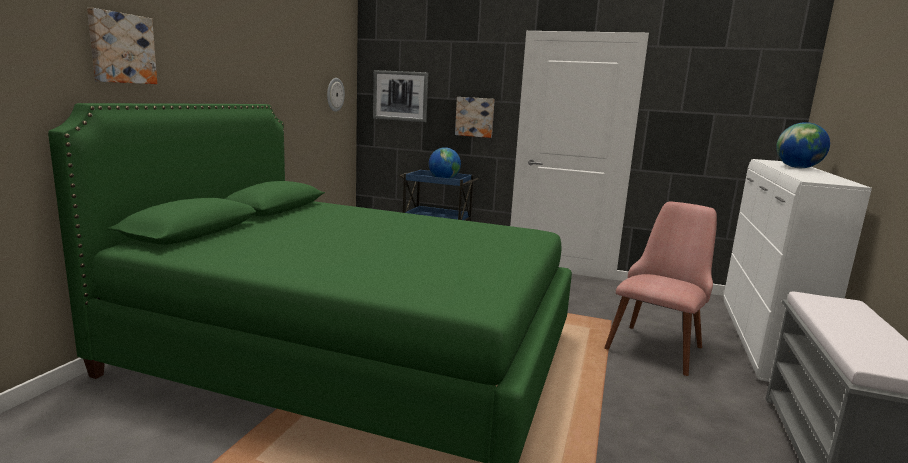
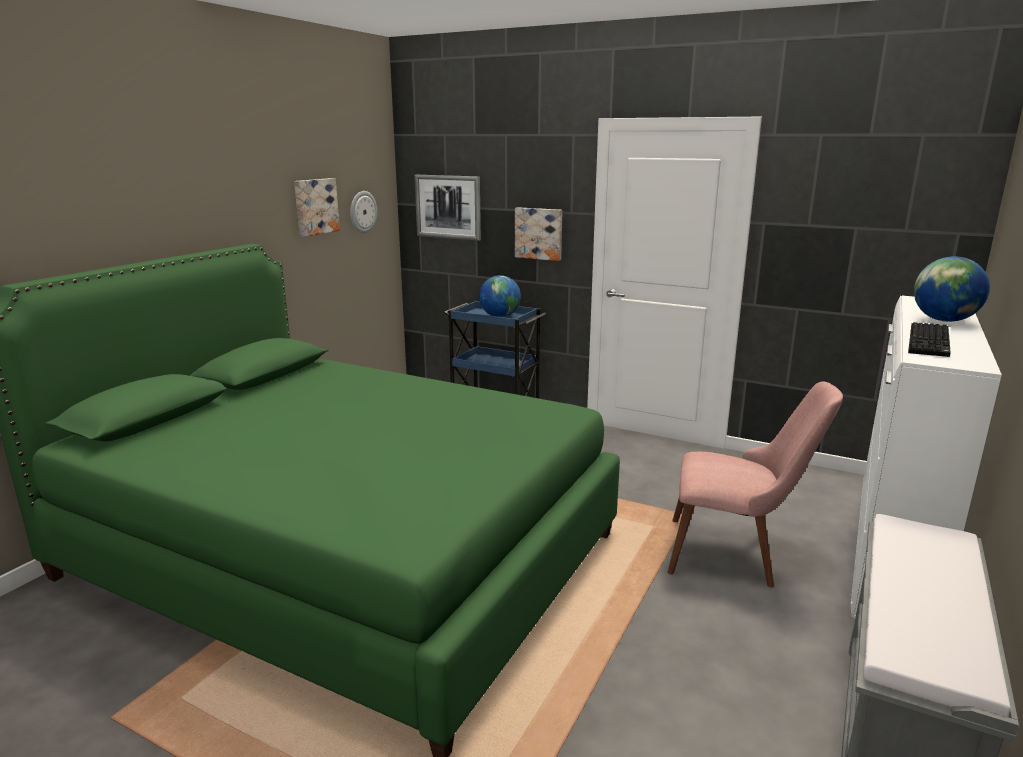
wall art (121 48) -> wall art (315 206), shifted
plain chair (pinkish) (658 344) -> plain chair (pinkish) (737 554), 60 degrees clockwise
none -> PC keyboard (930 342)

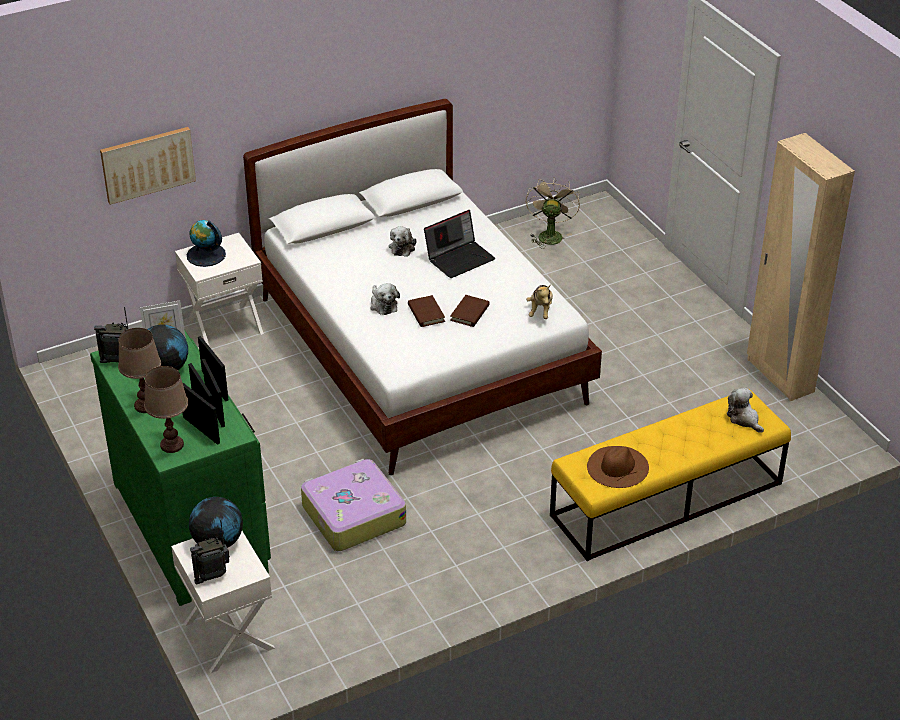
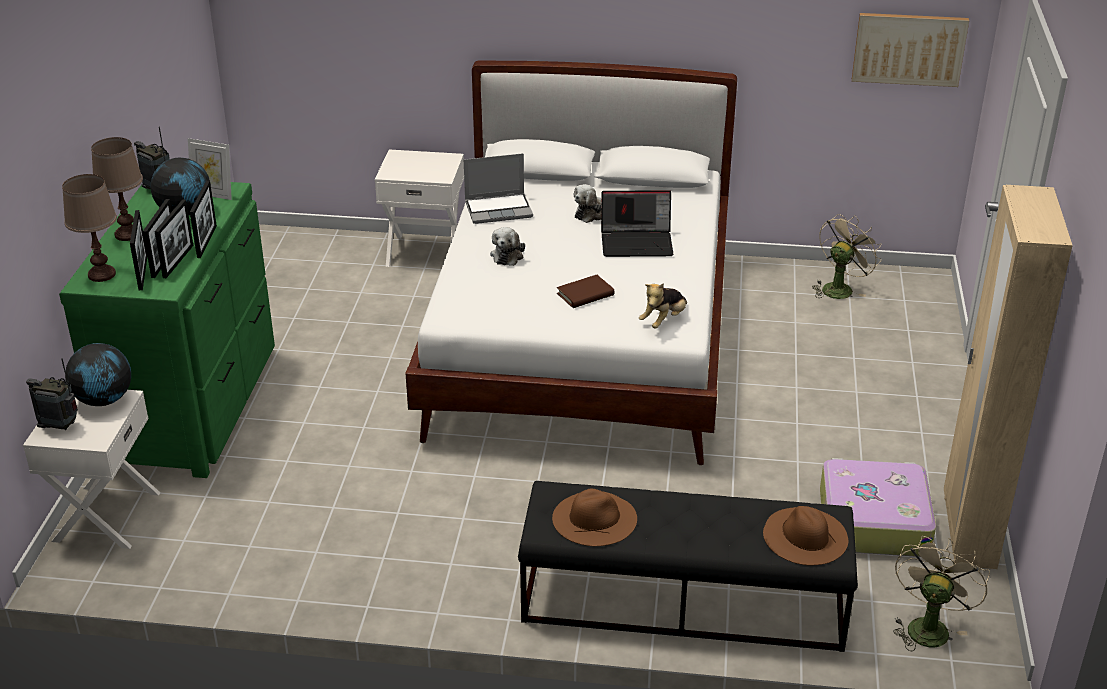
wall art (147 164) -> wall art (909 48), shifted
globe (206 255) -> none
travel case (352 515) -> travel case (872 521), shifted
bound book (brown) (426 313) -> none
long seat (yellowish) (666 500) -> long seat (black) (682 602)
cuddly toy (744 419) -> clothing hat (brown) (805 536)
none -> laptop (499 209)
none -> fan (sand-coloured) (928 626)

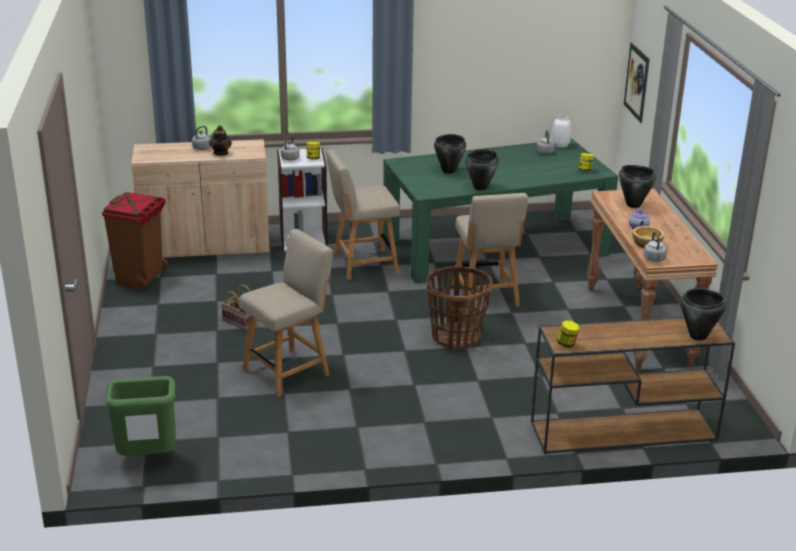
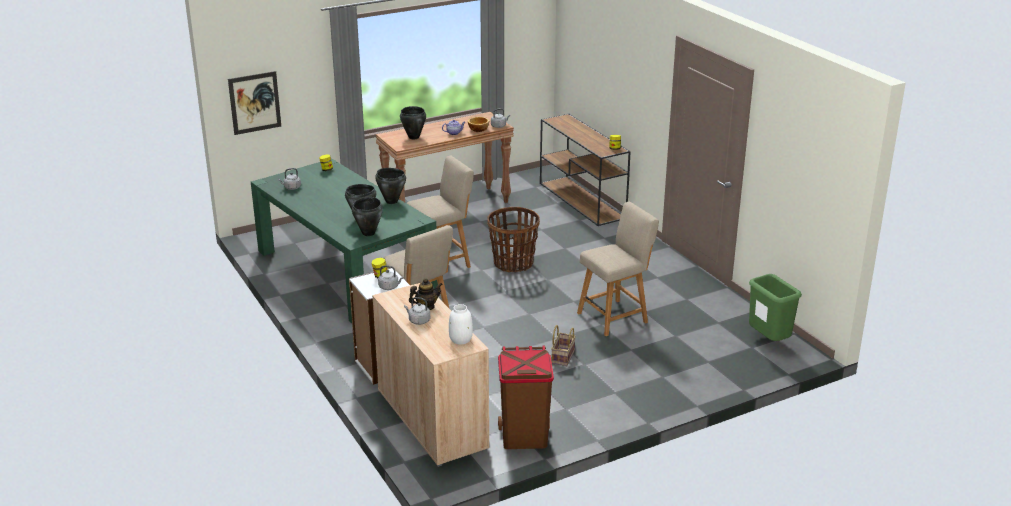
plain chair (sand-coloured) (289 371) -> plain chair (sand-coloured) (615 317), 120 degrees clockwise
decorative vase (whitish) (560 144) -> decorative vase (whitish) (460 339), shifted
stockpot (black) (698 336) -> stockpot (black) (369 233), shifted

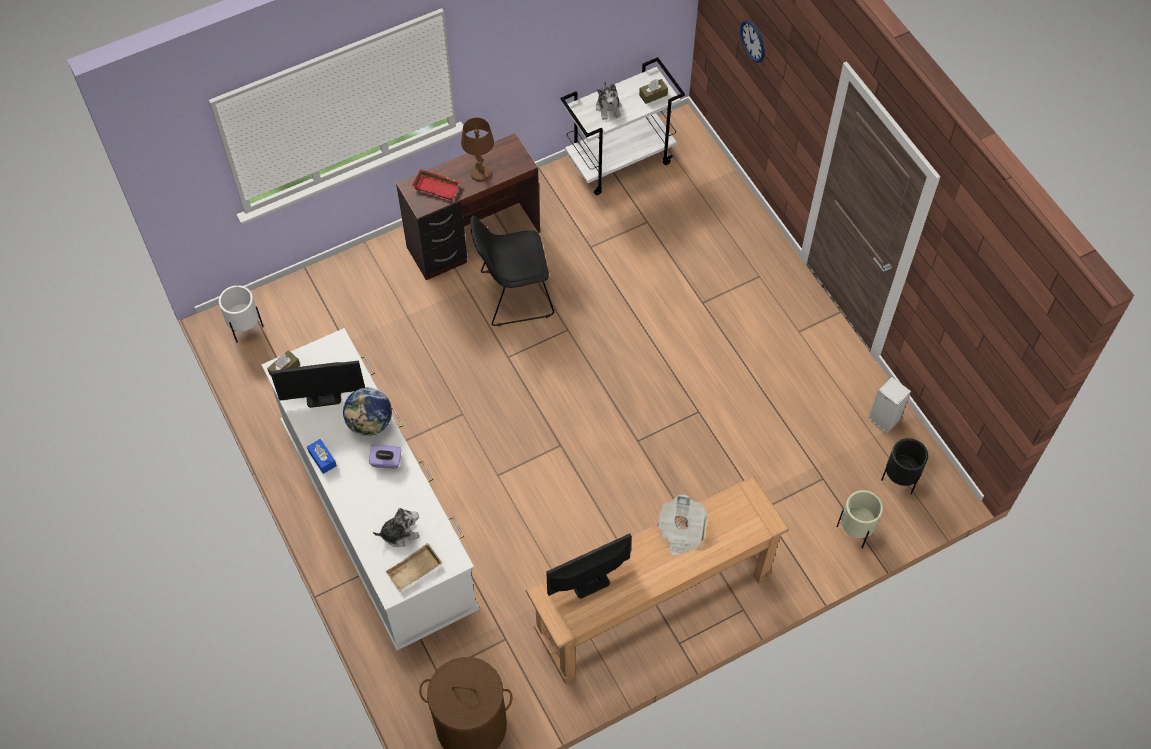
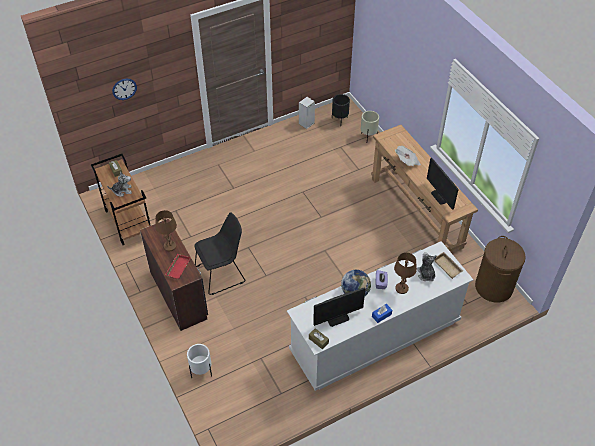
planter (whitish) (245 328) -> planter (whitish) (201 372), shifted
computer screen (323 396) -> computer screen (337 318), 75 degrees clockwise
plain chair (black) (513 295) -> plain chair (black) (222 273), 105 degrees counterclockwise
cart (whitish) (620 160) -> cart (brown) (128 222)
none -> tabletop lamp (brown) (401 288)

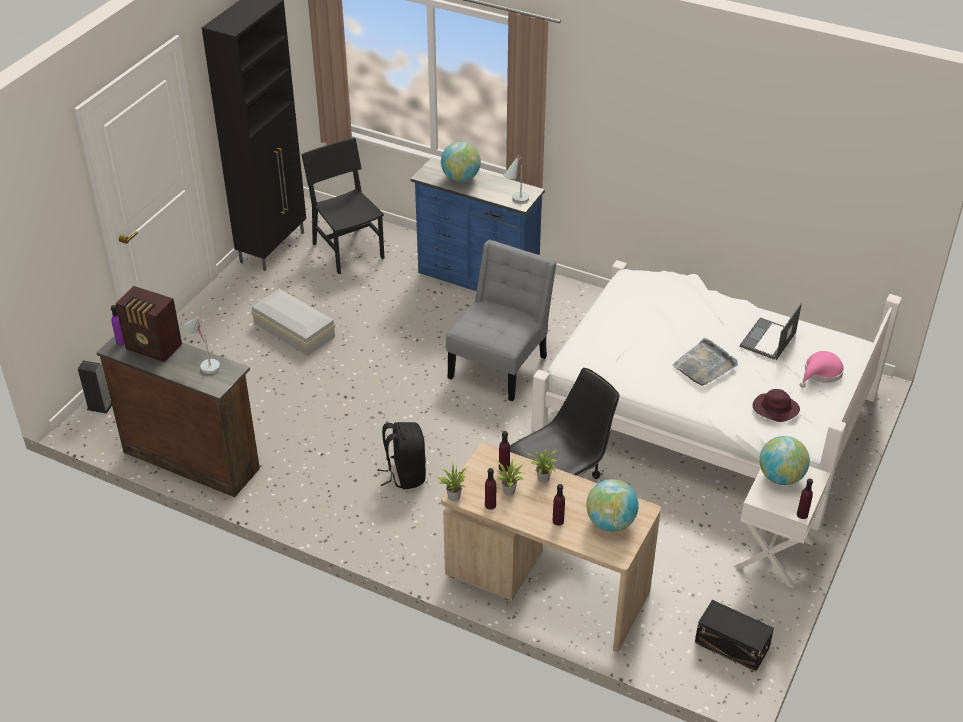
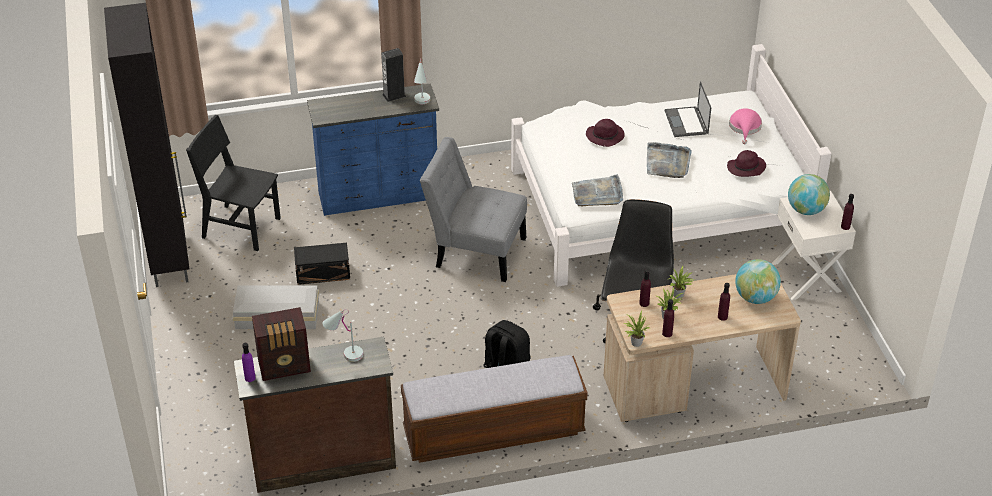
loudspeaker (100 406) -> loudspeaker (394 95), shifted
globe (460 178) -> none
plain chair (grey) (501 363) -> plain chair (grey) (475 251), 60 degrees counterclockwise
storage box (black) (731 644) -> storage box (black) (322 272), shifted
none -> long seat (493 431)
none -> serving tray (grey) (597 194)
none -> clothing hat (purple-coloured) (605 136)

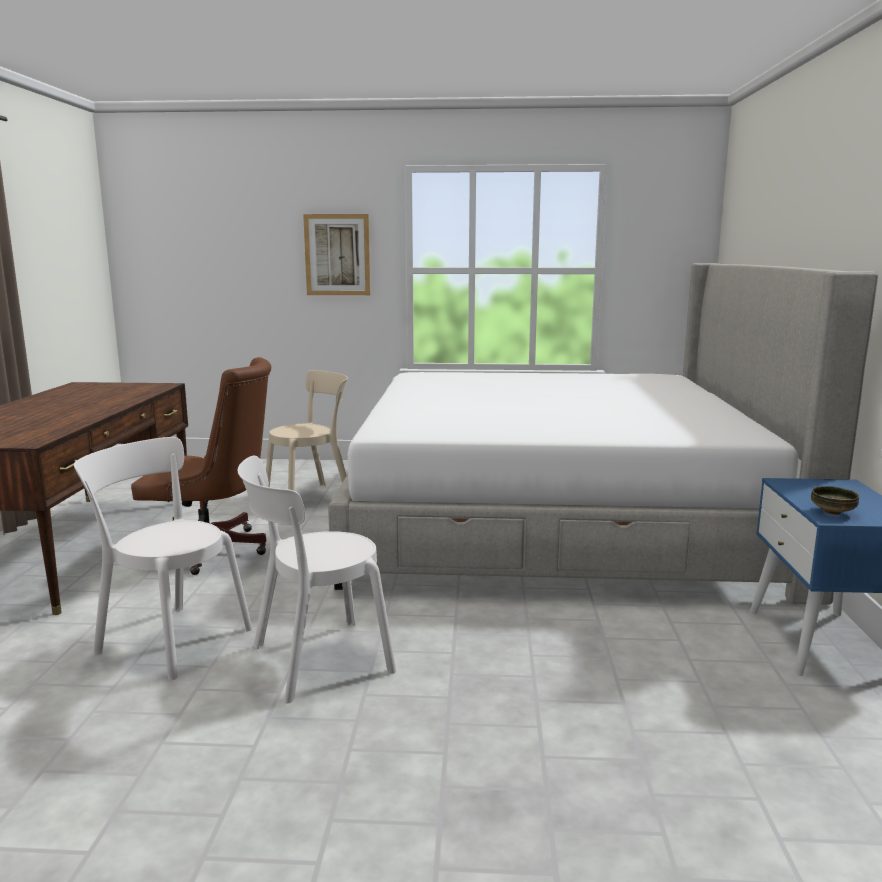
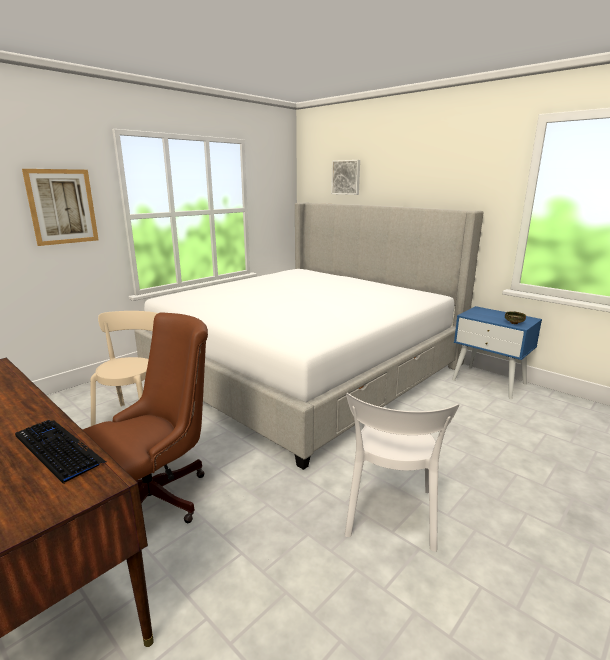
plain chair (whitish) (170 638) -> none
none -> PC keyboard (58 450)
none -> wall art (346 177)

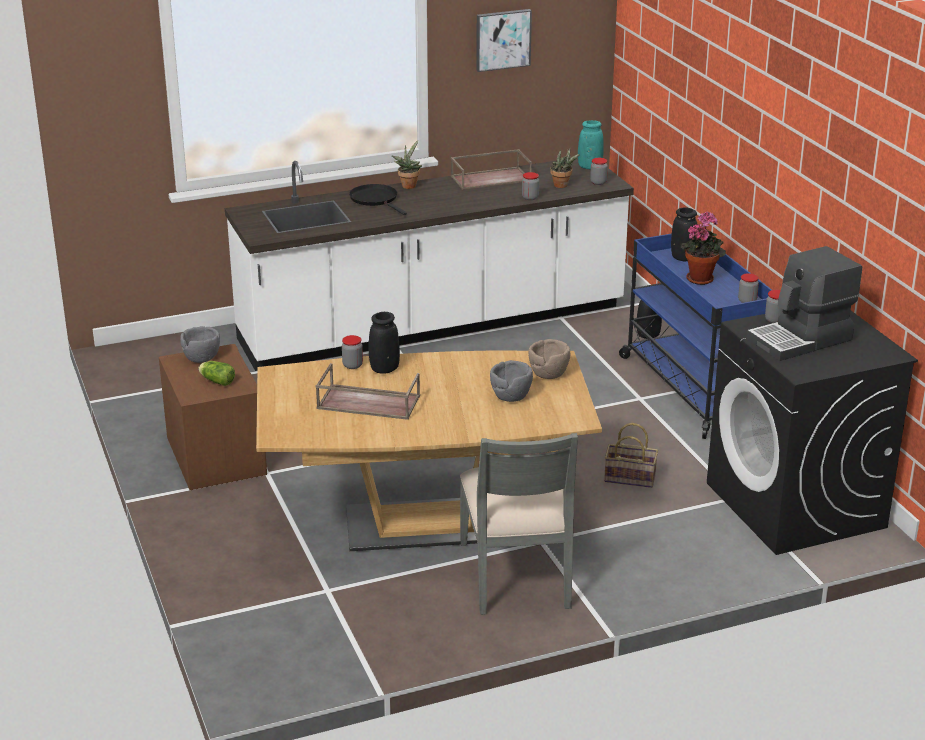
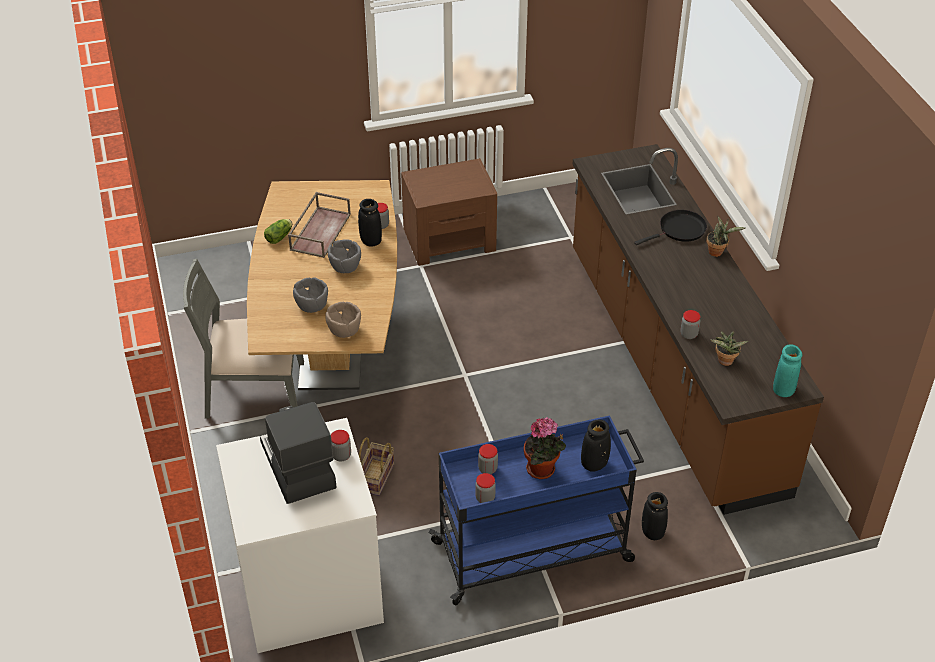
bowl (grey) (202 357) -> bowl (grey) (345 267), shifted
lettuce (216 381) -> lettuce (280 236), shifted
kitchen counter (whitish) (433 326) -> kitchen counter (brown) (671 368)
serving tray (brown) (491 178) -> none
wall art (502 39) -> none
storage jar (598 182) -> storage jar (487 469), shifted
laundry appliance (black) (796 506) -> laundry appliance (whitish) (308 590)

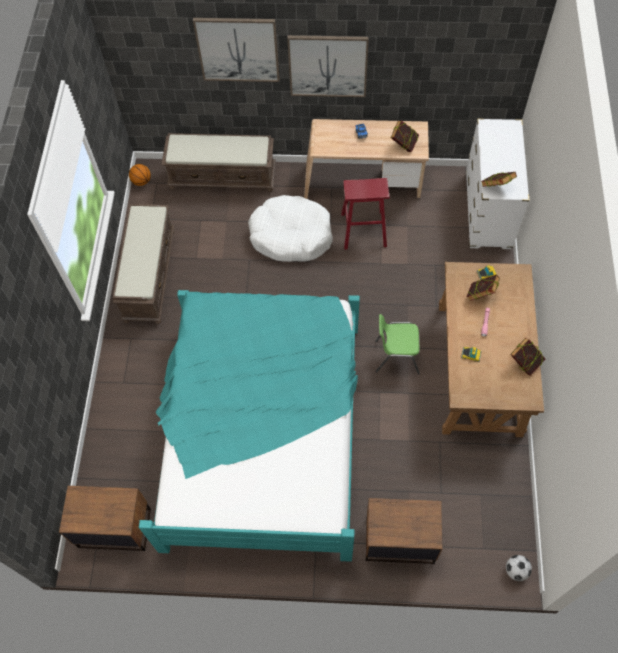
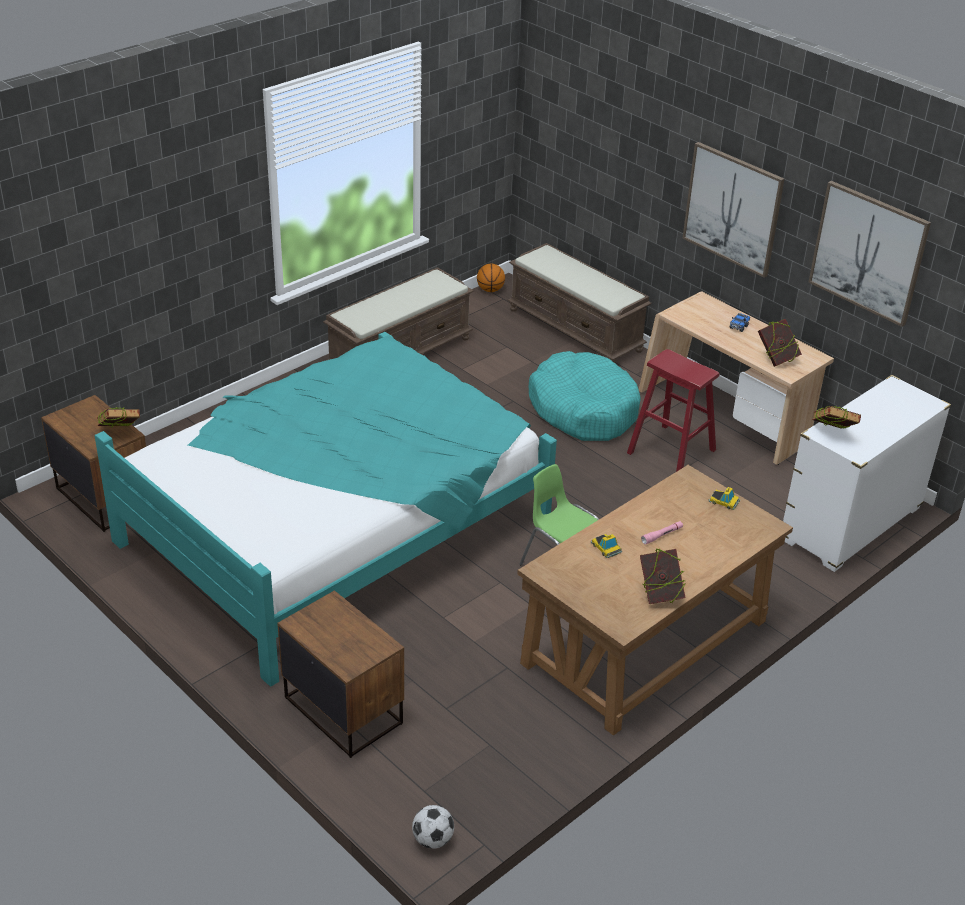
wall art (238 49) -> wall art (868 252), shifted
dog bed (whitish) (291 235) -> dog bed (blue-green) (583 409)
bound book (480 295) -> bound book (120 434), shifted

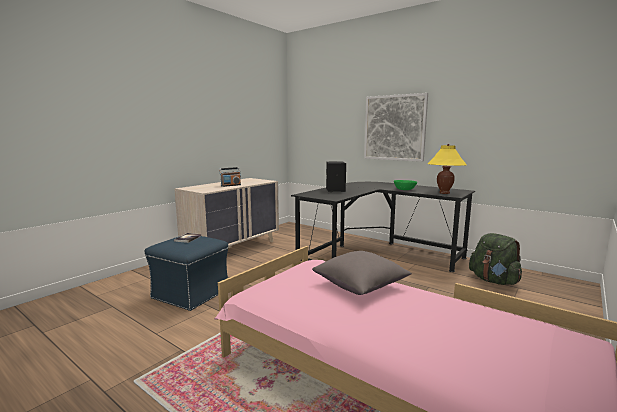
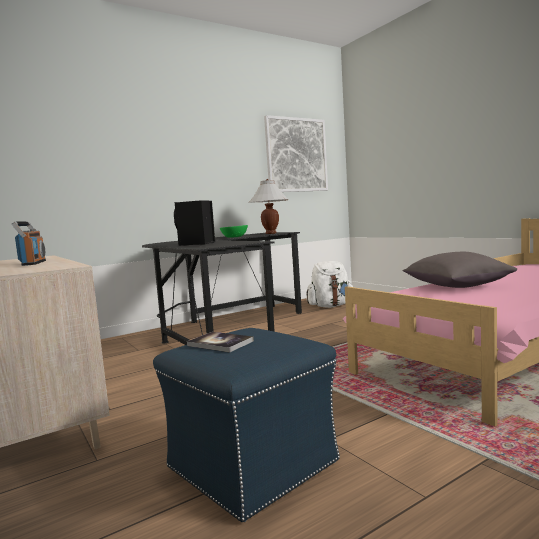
wall art (394 128) -> wall art (296 155), shifted
tabletop lamp (yellowish) (444 193) -> tabletop lamp (whitish) (270 233)
backpack (greenish) (493 281) -> backpack (whitish) (330 306)

